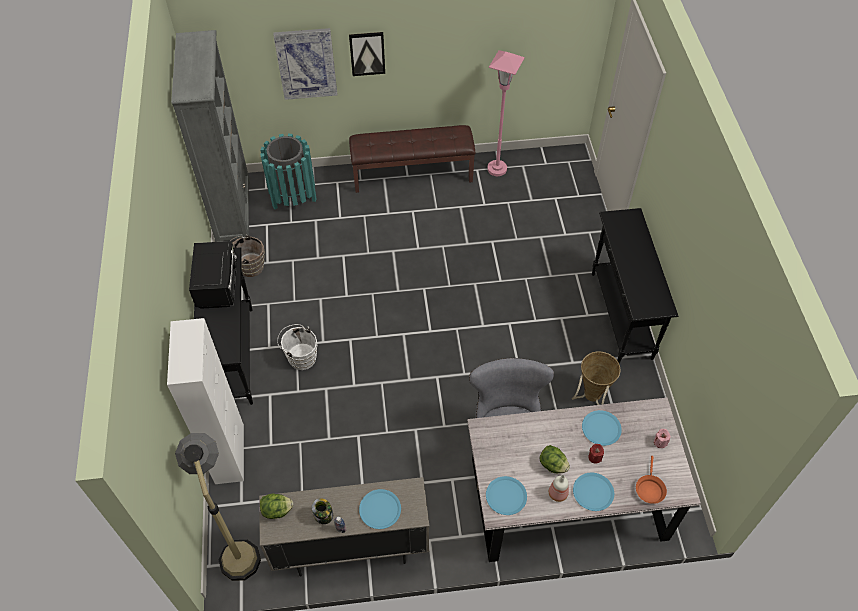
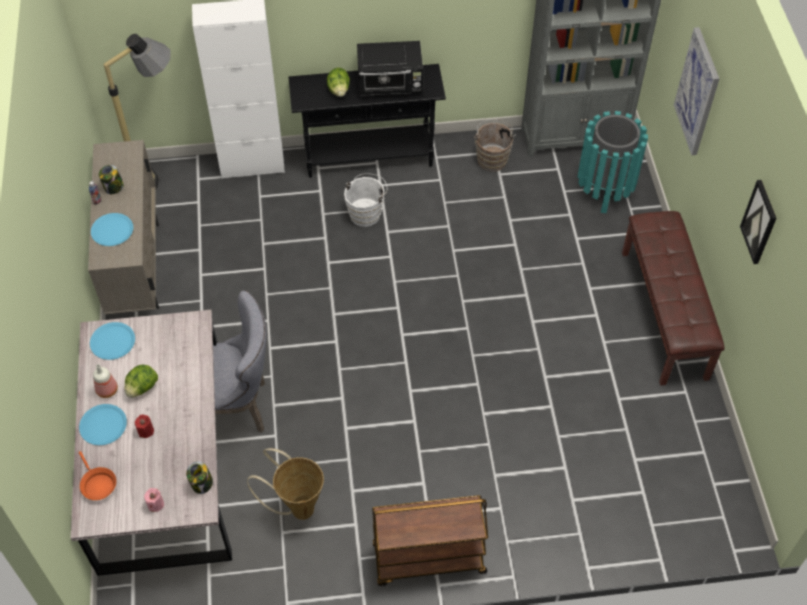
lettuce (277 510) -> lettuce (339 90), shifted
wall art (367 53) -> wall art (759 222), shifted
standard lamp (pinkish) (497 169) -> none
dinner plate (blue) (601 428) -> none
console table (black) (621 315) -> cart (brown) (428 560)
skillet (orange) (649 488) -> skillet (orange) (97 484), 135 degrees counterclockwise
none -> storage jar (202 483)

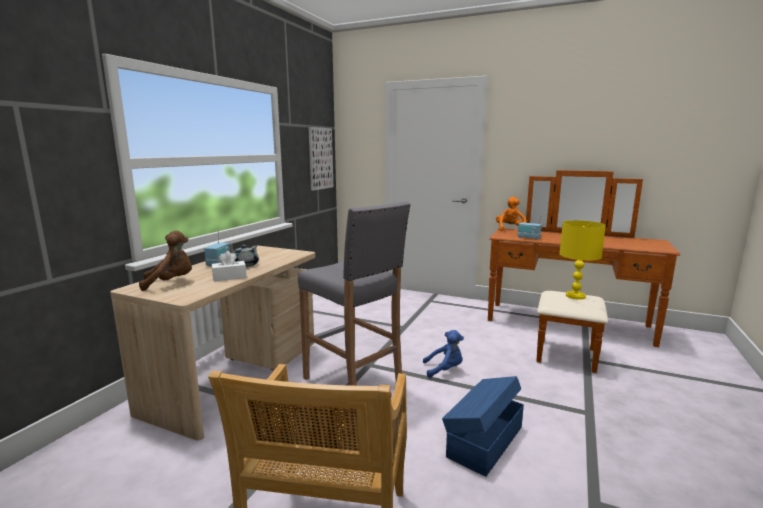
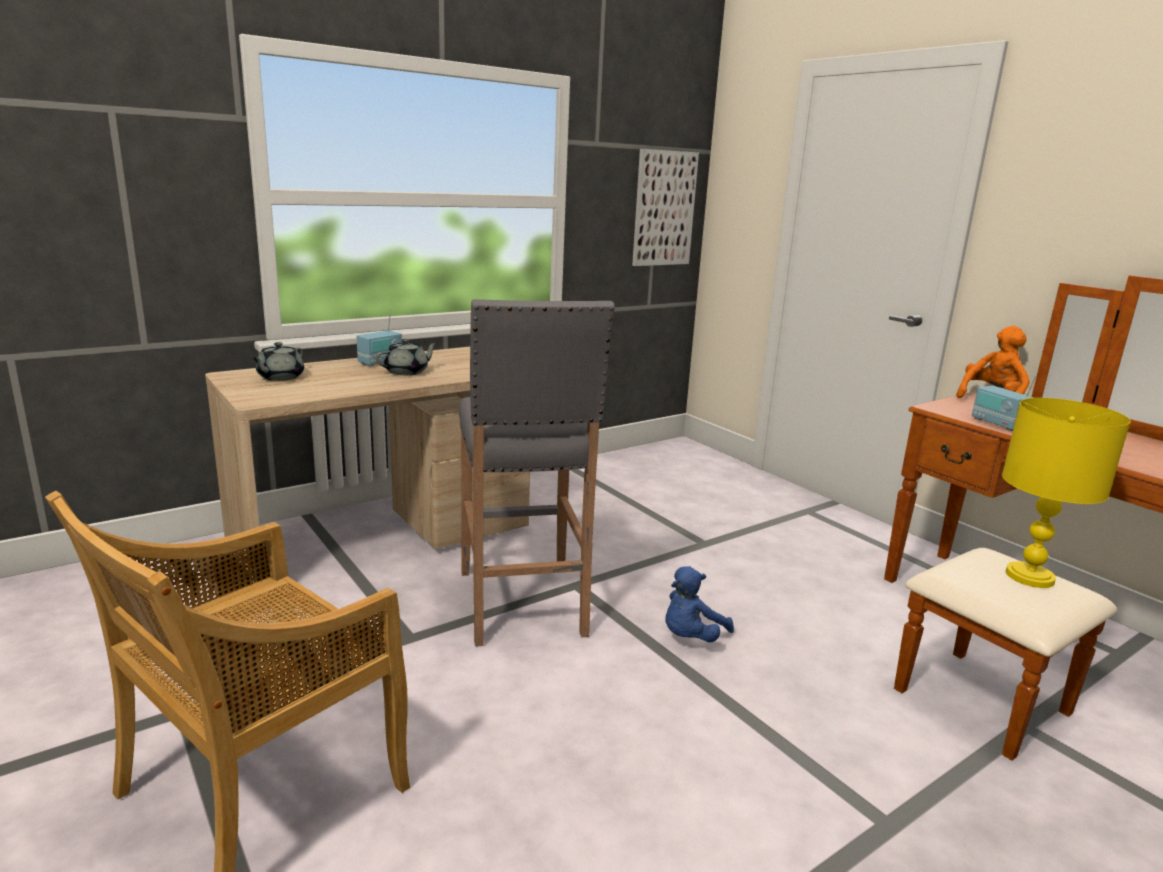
cuddly toy (brown) (171 283) -> pot for tea (grey) (280 377)
box of tissues (whitish) (229 277) -> none
cuddly toy (blue) (444 370) -> cuddly toy (blue) (691 637), 105 degrees clockwise
storage box (blue) (483 441) -> none

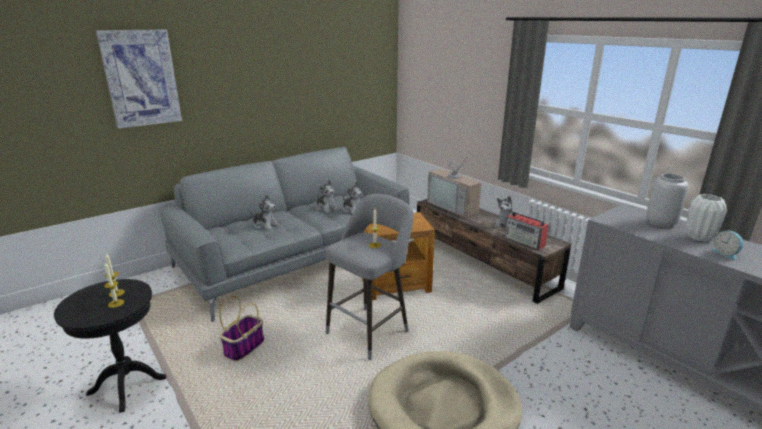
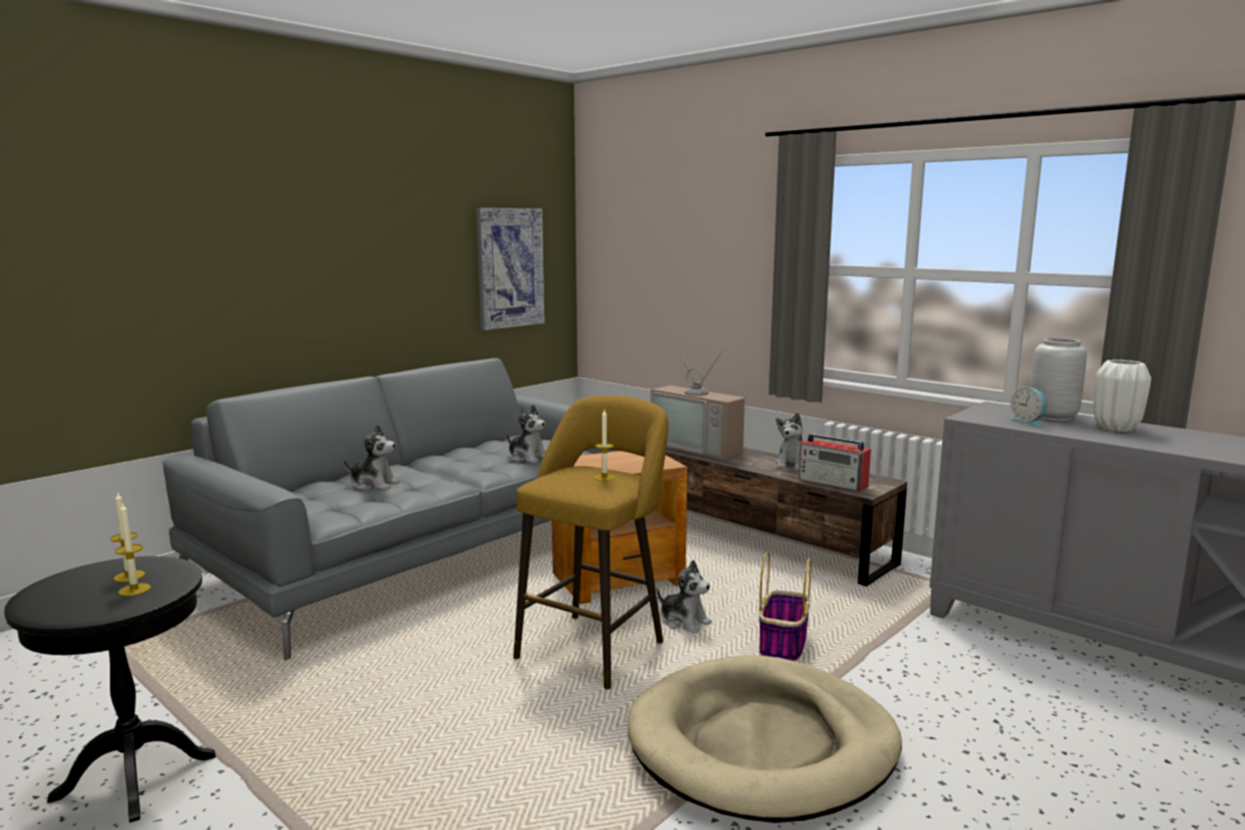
wall art (141 78) -> wall art (510 268), shifted
basket (244 347) -> basket (783 644), shifted
cuddly toy (327 208) -> cuddly toy (684 622), shifted
sitting stool (grey) (370 330) -> sitting stool (yellowish) (595 647)
bedside clock (726 254) -> bedside clock (1028 422), shifted

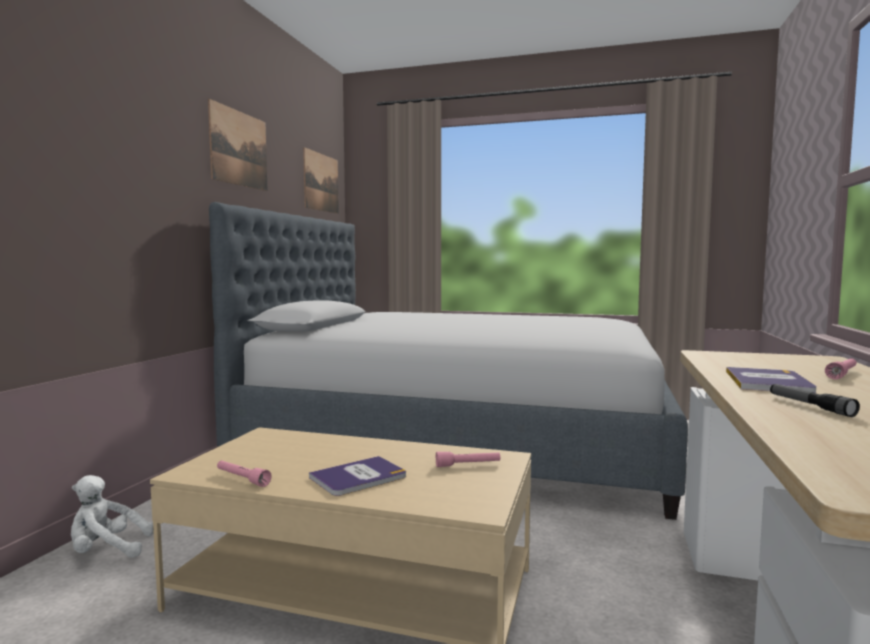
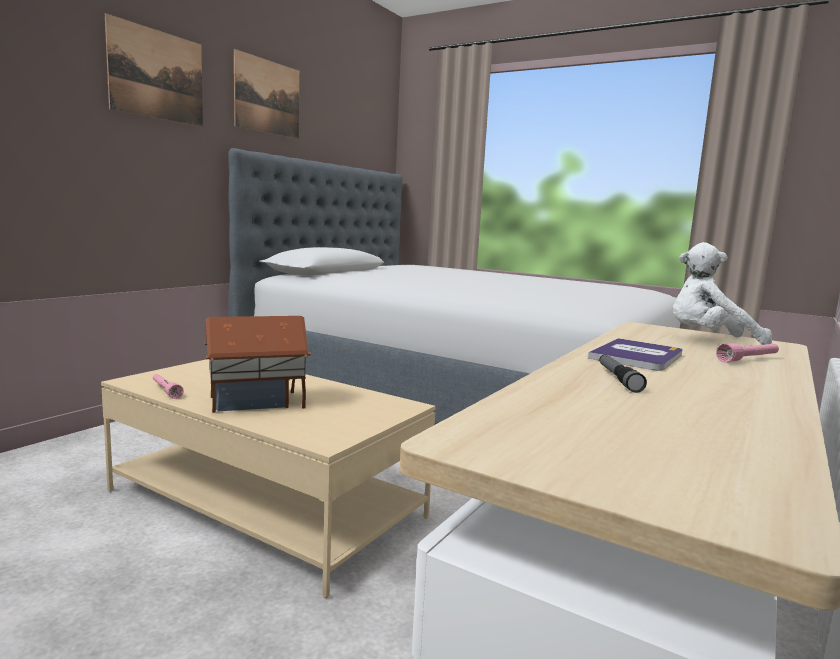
cuddly toy (whitish) (106 551) -> cuddly toy (whitish) (709 340), shifted
wall art (321 182) -> wall art (157 75), shifted
bound book (358 477) -> toy house (257 403)
torch (pinkish) (468 465) -> none

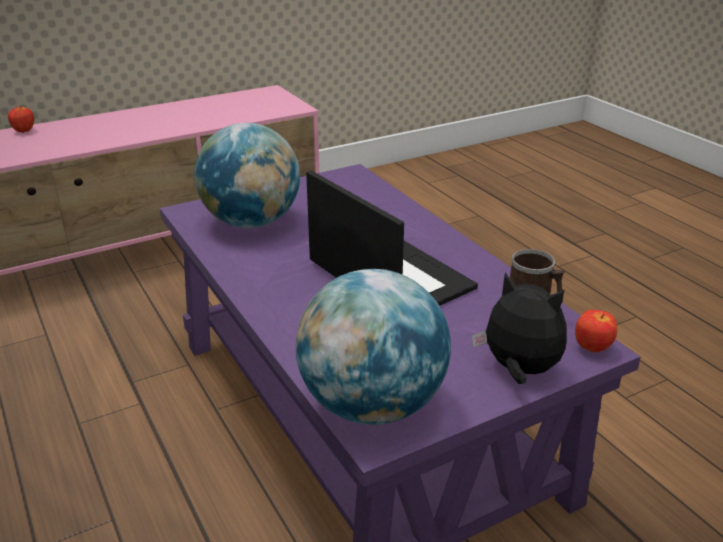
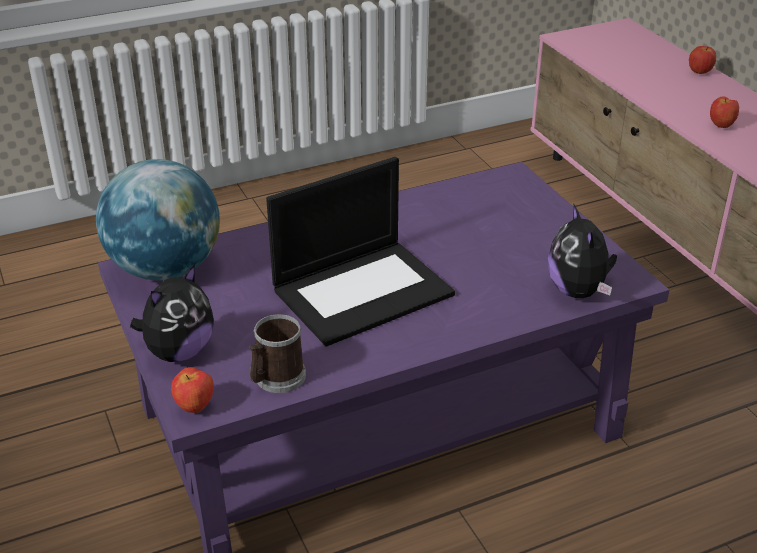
globe (251 222) -> none
none -> cuddly toy (578 291)
none -> apple fruit (721 126)

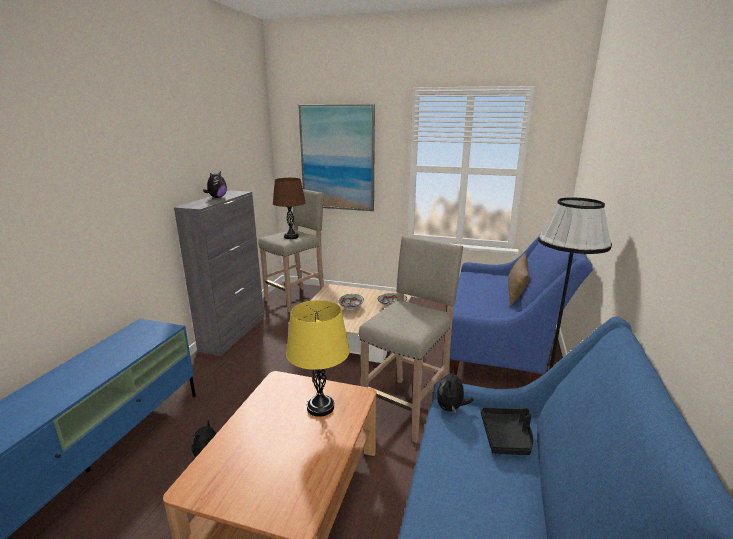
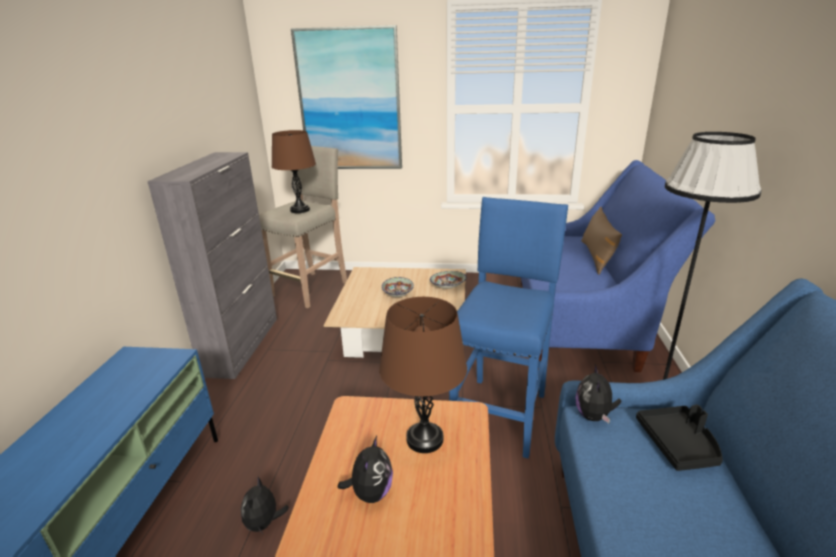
cuddly toy (217 197) -> cuddly toy (370 493), shifted
tabletop lamp (yellowish) (320 407) -> tabletop lamp (brown) (425 439)
sitting stool (sand-coloured) (407 406) -> sitting stool (blue) (501 413)

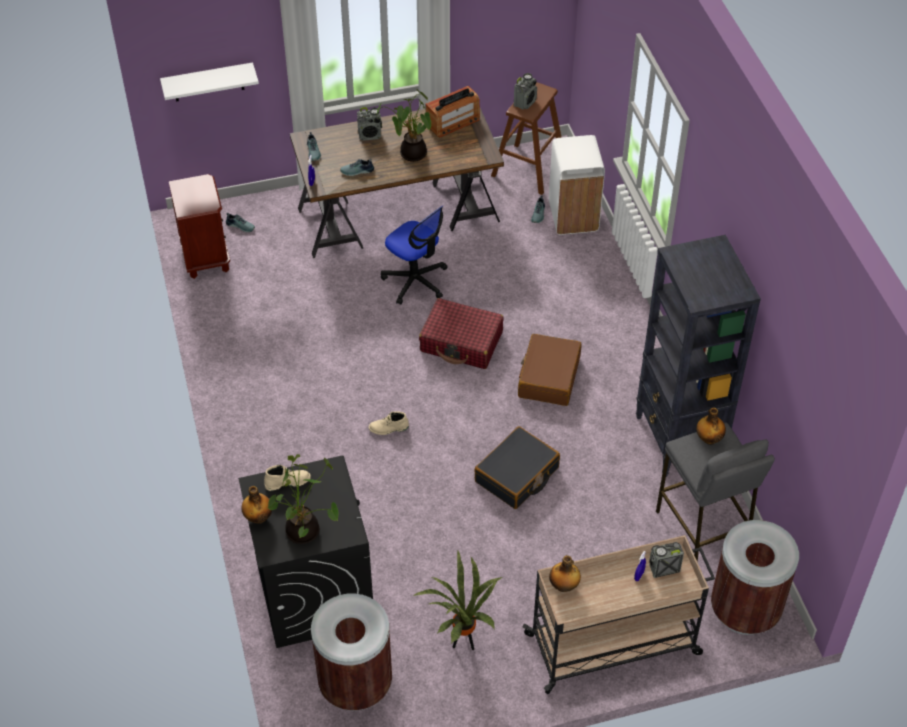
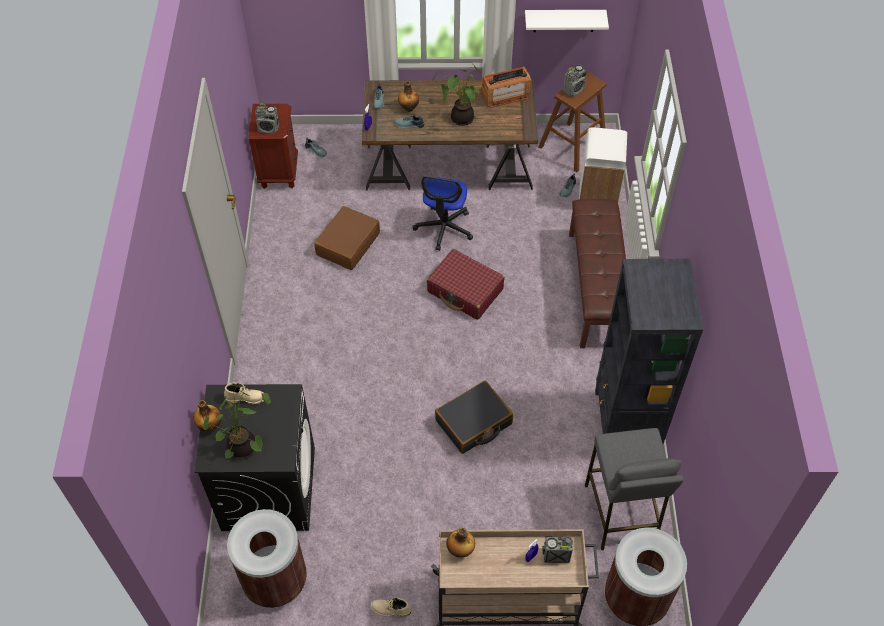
shelf (whitish) (208 82) -> shelf (whitish) (564 20), shifted
radio set (370 135) -> radio set (269 128), shifted
boot (sand-coloured) (388 429) -> boot (sand-coloured) (390 609), shifted
desk chair (415 281) -> desk chair (444 228), 45 degrees clockwise
potted plant (462 643) -> none
travel case (brown) (548 377) -> travel case (brown) (347 244), shifted
beverage bottle (709 439) -> beverage bottle (409 108), shifted
none -> long seat (brown) (596 289)

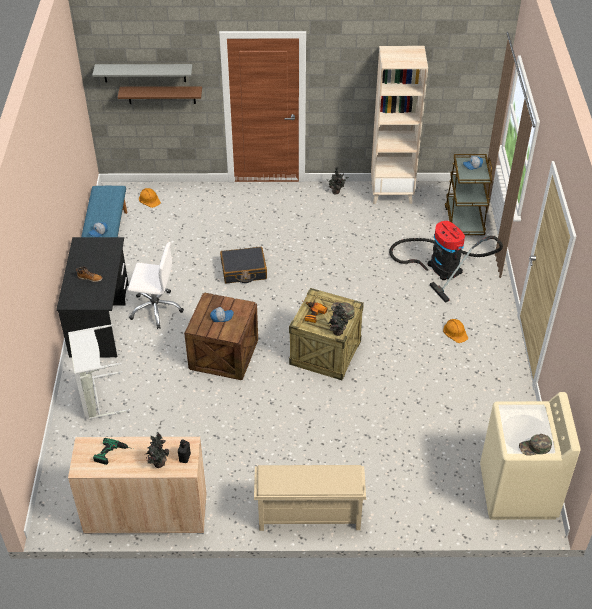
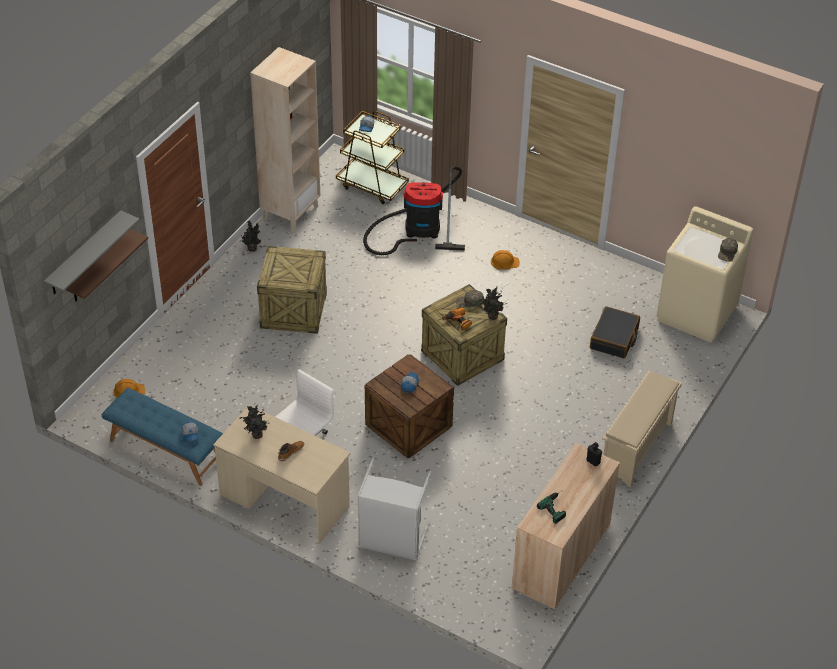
desk unit (black) (100 320) -> desk unit (sand-coloured) (284 500)
potted plant (158 463) -> potted plant (256 435), shifted
travel case (black) (243 271) -> travel case (black) (614 338), shifted
none -> shipping crate (293 310)

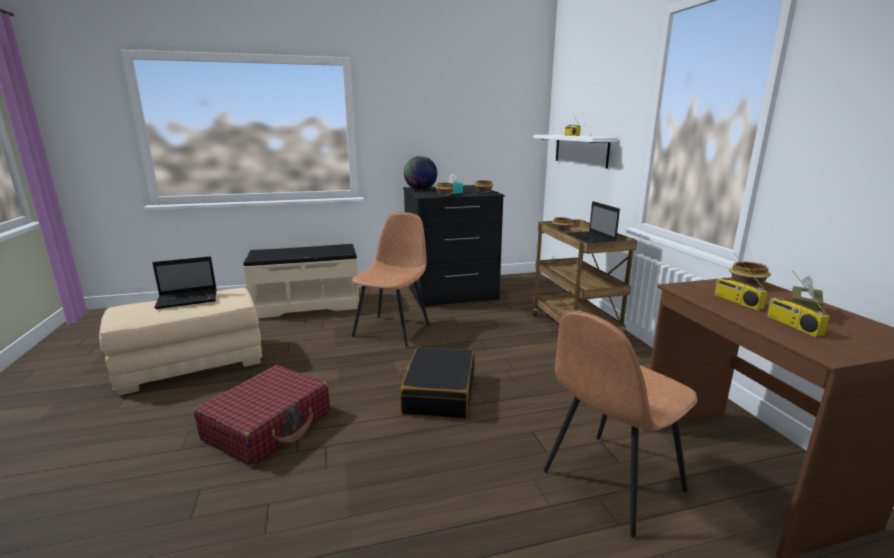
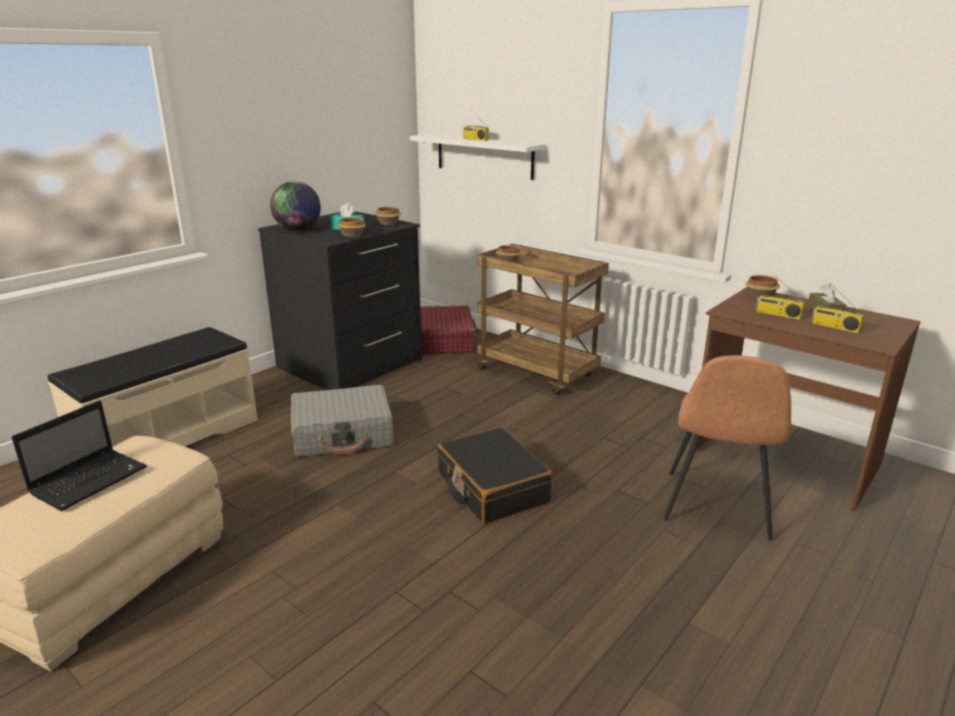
travel case (red) (268 425) -> travel case (red) (445 341), shifted
plain chair (brown) (393 330) -> travel case (grey) (343 434)
laptop (589 240) -> none

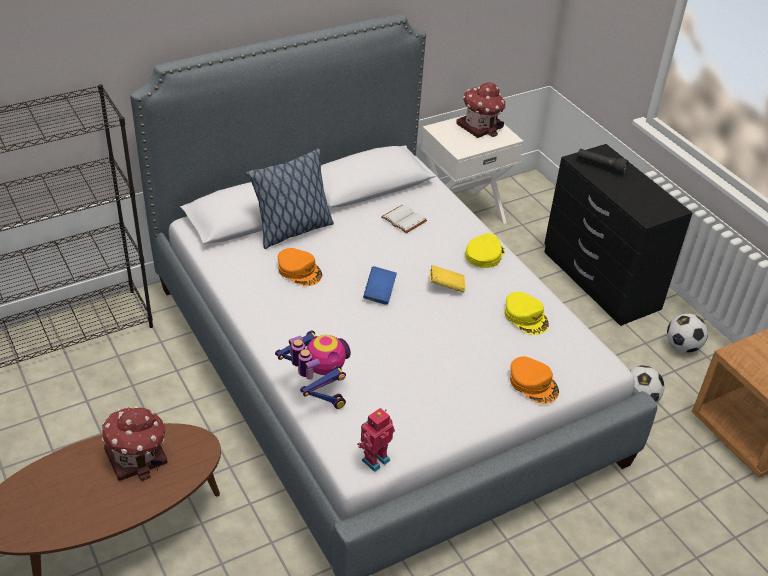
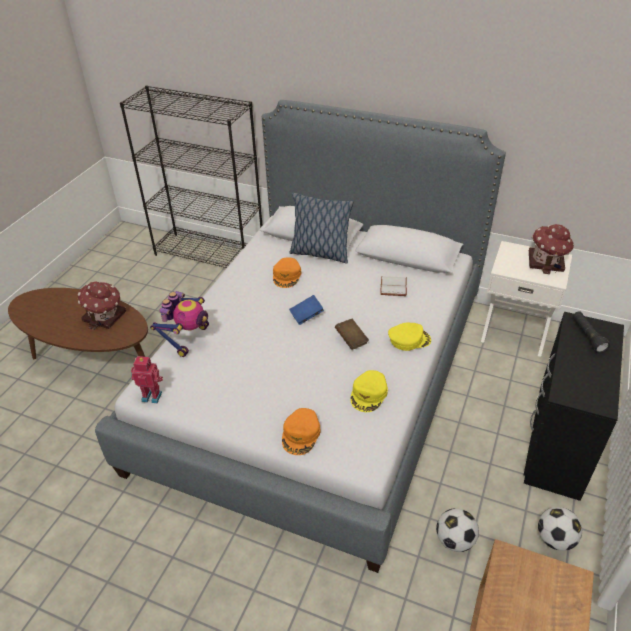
bound book (yellowish) (446 286) -> bound book (brown) (351 340)

